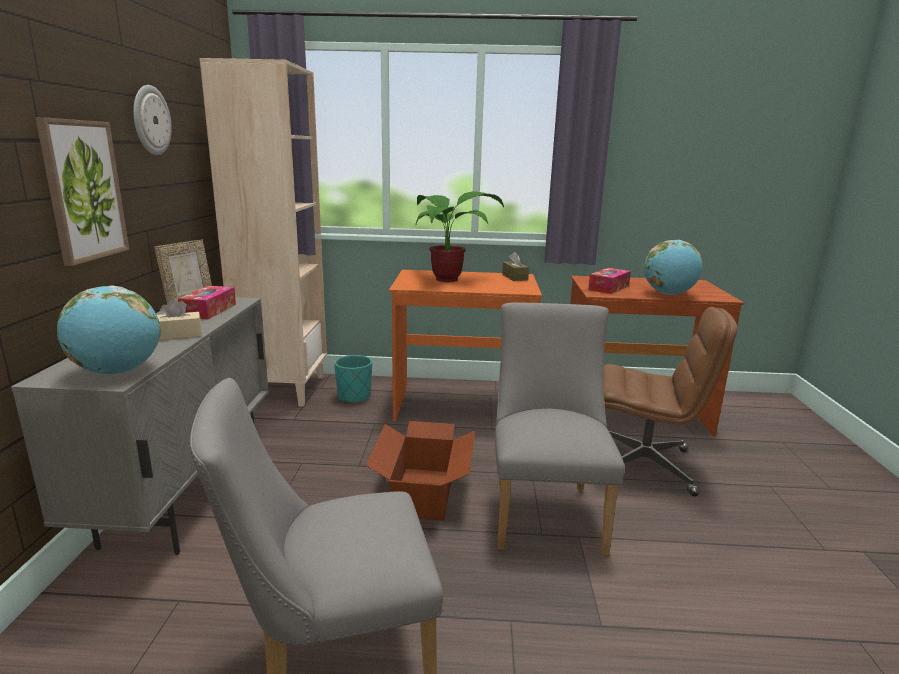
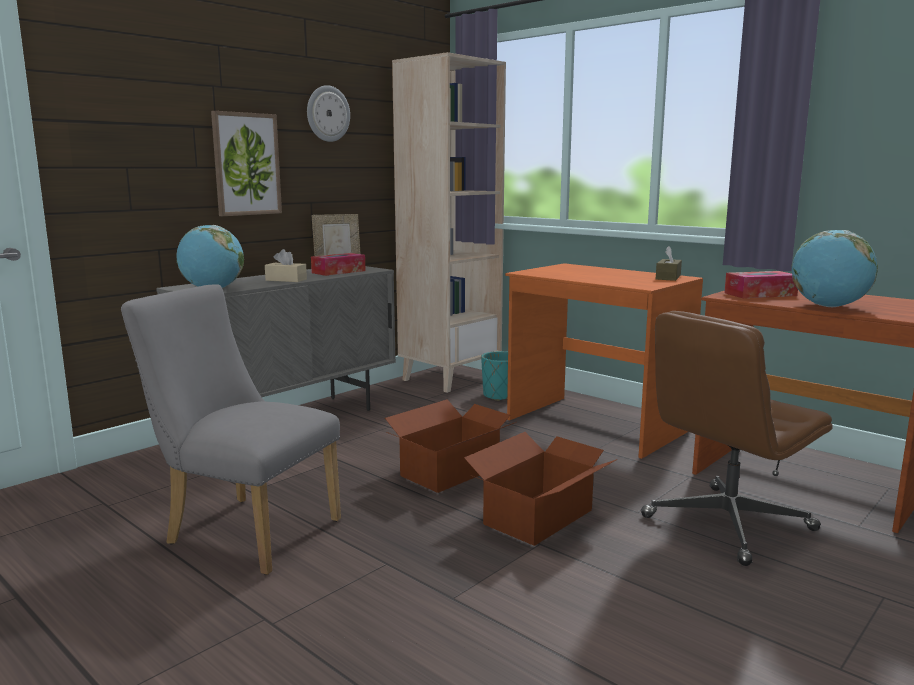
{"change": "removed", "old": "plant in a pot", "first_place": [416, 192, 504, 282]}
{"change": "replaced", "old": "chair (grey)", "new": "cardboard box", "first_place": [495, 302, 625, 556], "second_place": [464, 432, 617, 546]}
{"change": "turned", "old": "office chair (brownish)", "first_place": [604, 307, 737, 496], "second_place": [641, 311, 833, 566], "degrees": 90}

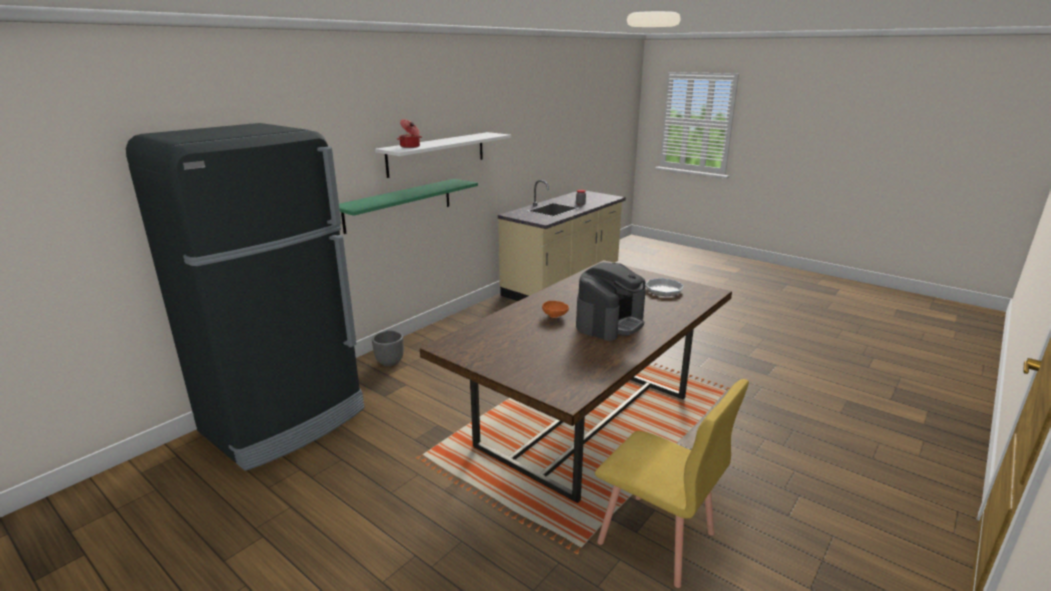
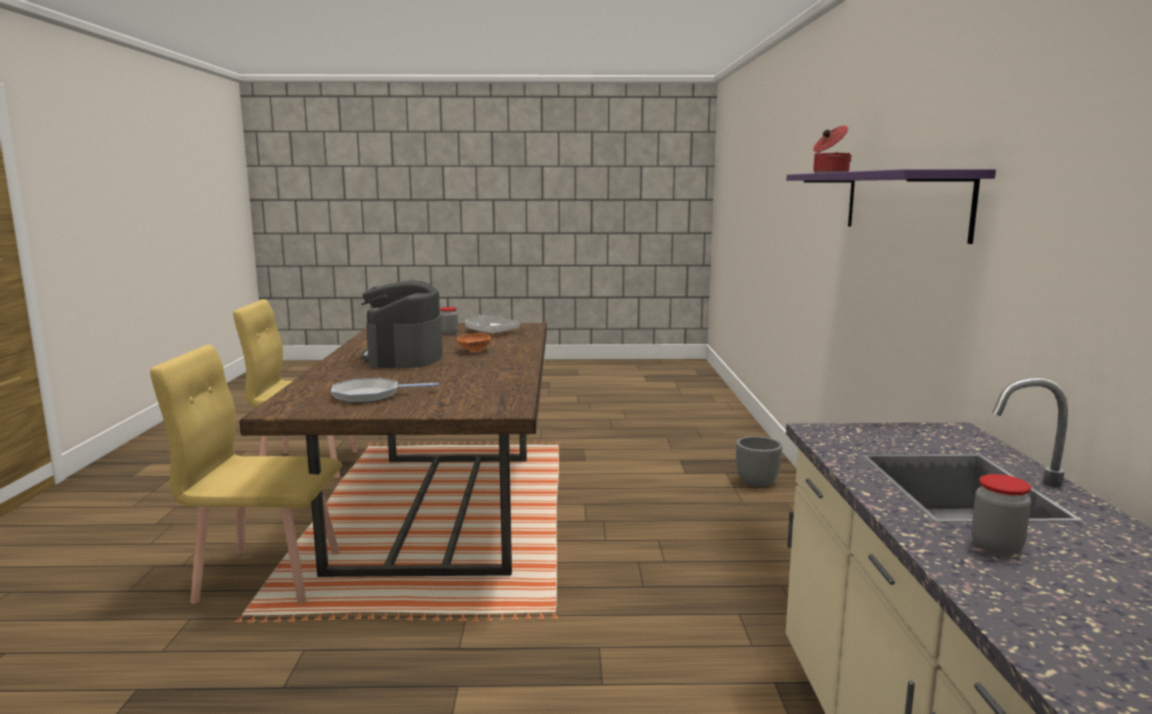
{"change": "removed", "old": "fridge (black-coloured)", "first_place": [126, 123, 365, 471]}
{"change": "removed", "old": "bracket shelf (green-coloured)", "first_place": [339, 179, 478, 234]}
{"change": "added", "new": "chair (yellowish)", "second_place": [150, 345, 342, 604]}
{"change": "added", "new": "preserve jar", "second_place": [440, 307, 458, 335]}
{"change": "added", "new": "carrying tray (grey)", "second_place": [465, 315, 519, 333]}
{"change": "recoloured", "old": "bracket shelf (whitish)", "new": "bracket shelf (purple-coloured)", "first_place": [375, 132, 511, 178], "second_place": [786, 169, 996, 244]}

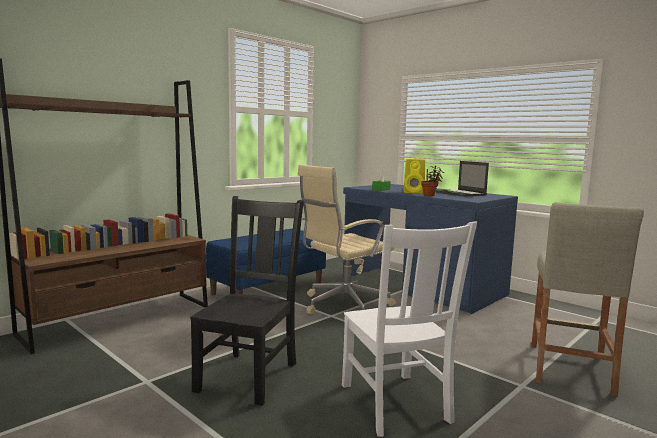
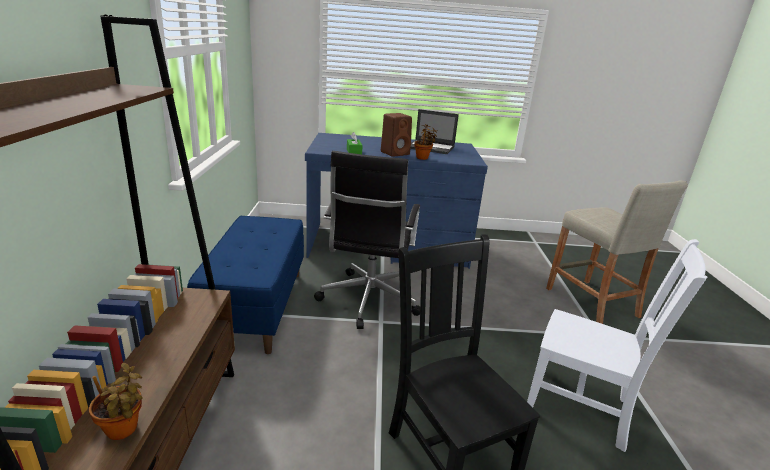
{"change": "added", "new": "plant in a pot", "second_place": [89, 363, 143, 440]}
{"change": "recoloured", "old": "office chair (sand-coloured)", "new": "office chair (black-coloured)", "first_place": [298, 165, 396, 314], "second_place": [314, 151, 420, 329]}
{"change": "recoloured", "old": "speaker (yellowish)", "new": "speaker (brownish)", "first_place": [404, 158, 425, 194], "second_place": [381, 113, 412, 157]}

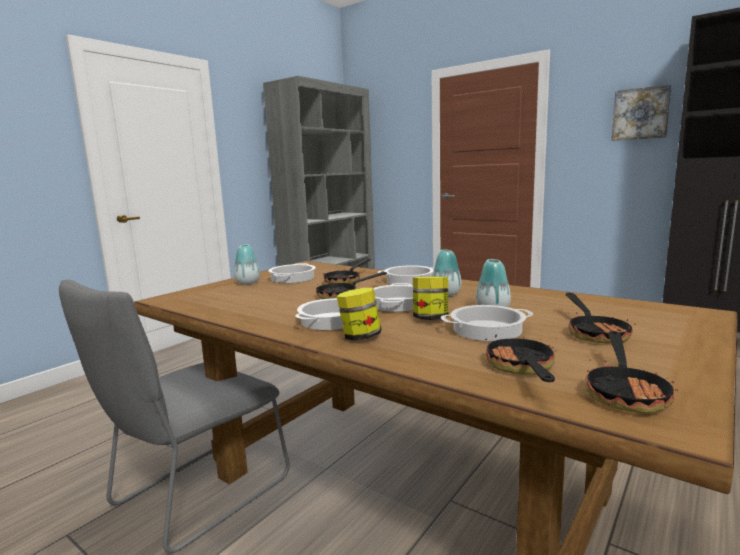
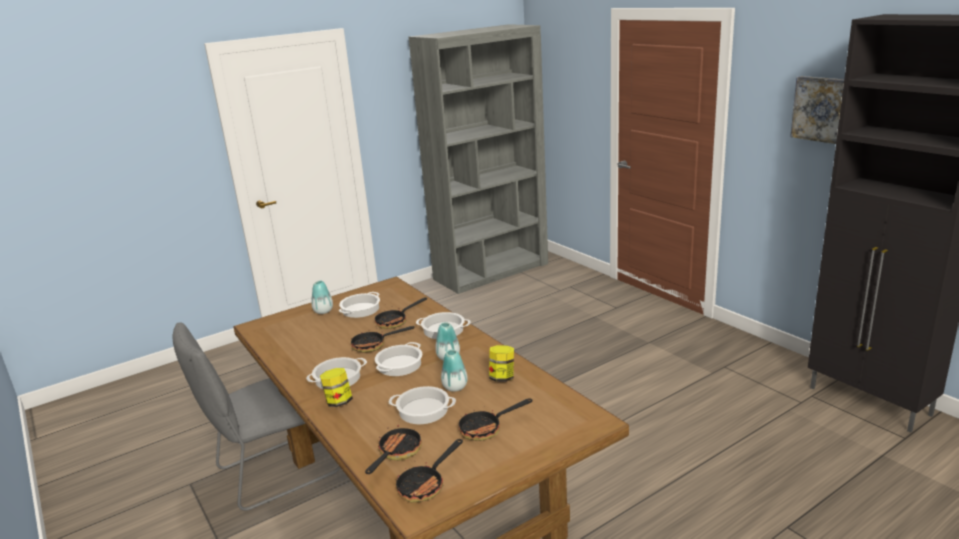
{"change": "moved", "old": "preserve jar", "first_place": [413, 277, 448, 320], "second_place": [489, 345, 514, 382]}
{"change": "turned", "old": "frying pan", "first_place": [566, 293, 636, 344], "second_place": [459, 398, 532, 441], "degrees": 45}

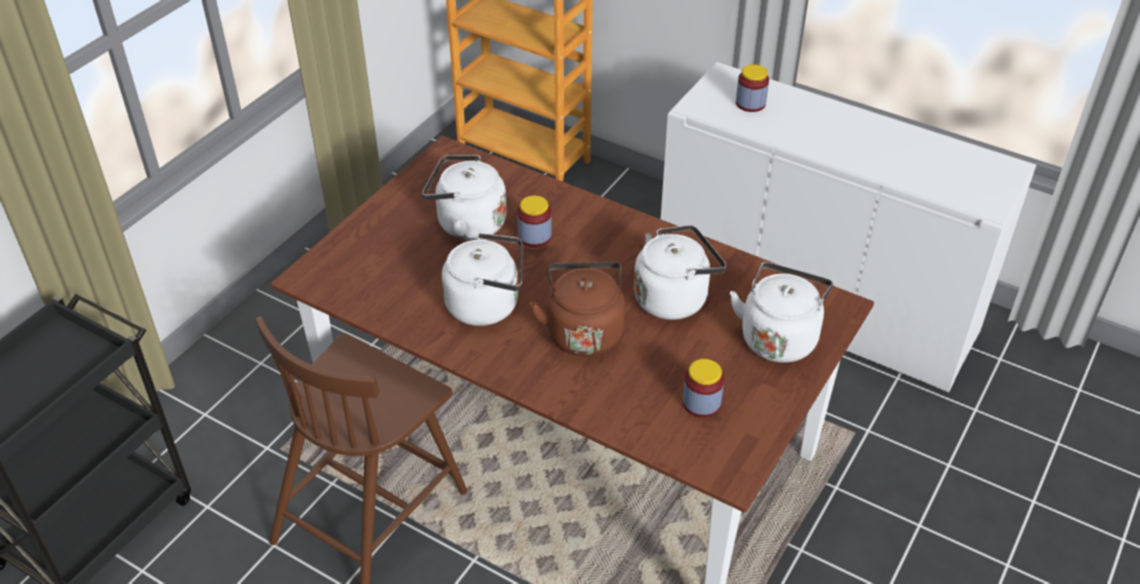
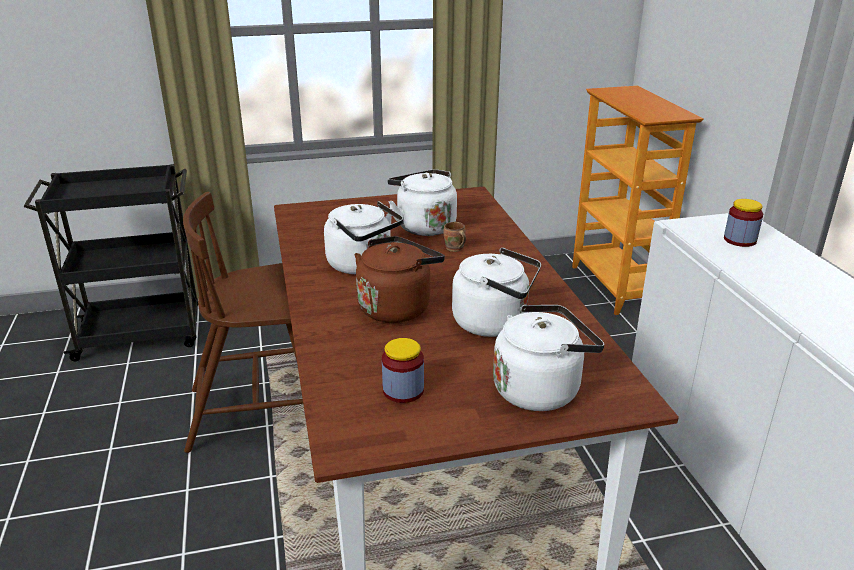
{"change": "replaced", "old": "preserve jar", "new": "coffee mug (brownish)", "first_place": [517, 195, 552, 247], "second_place": [444, 222, 466, 252]}

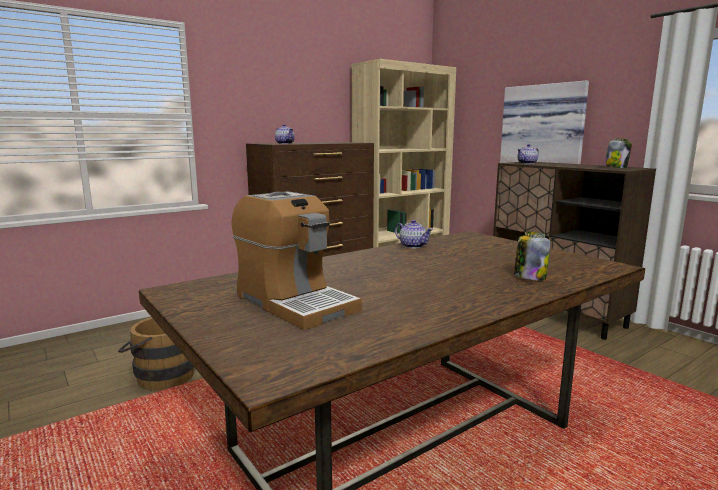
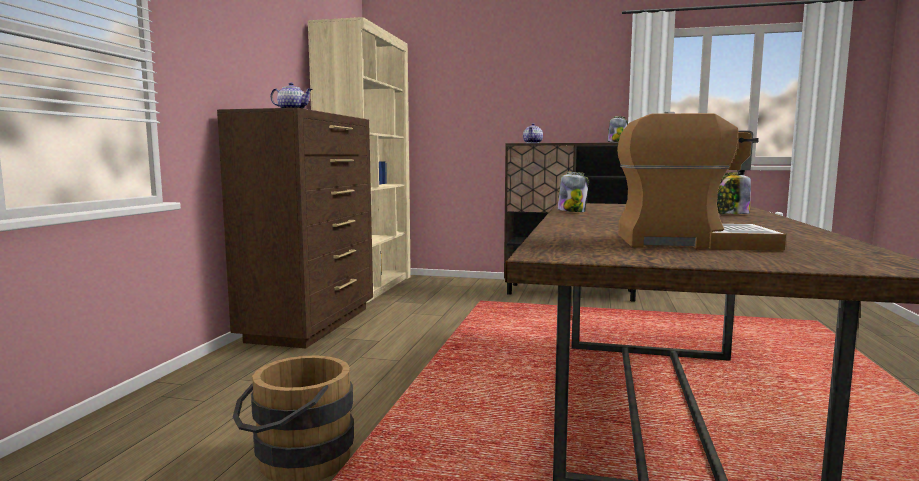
{"change": "removed", "old": "wall art", "first_place": [500, 80, 589, 164]}
{"change": "replaced", "old": "teapot", "new": "preserve jar", "first_place": [395, 220, 433, 248], "second_place": [557, 171, 589, 212]}

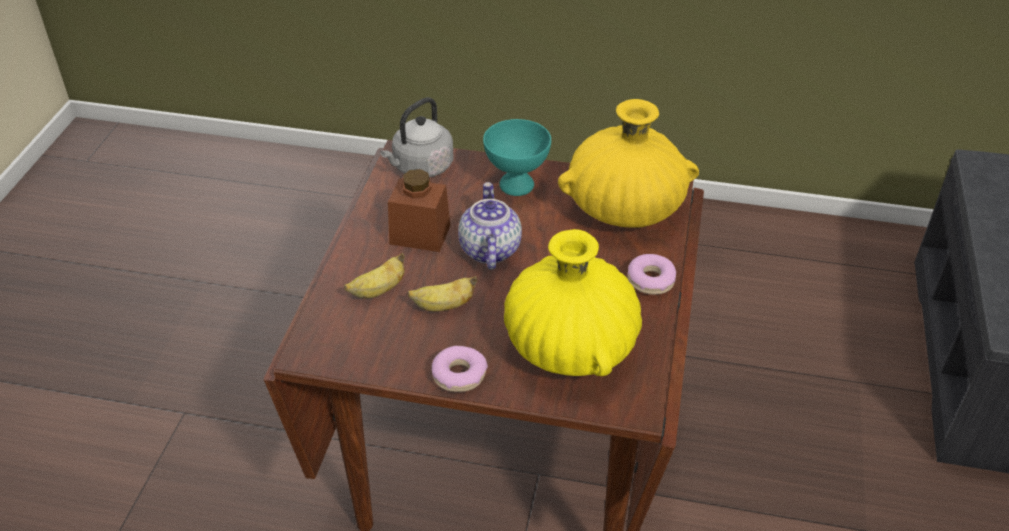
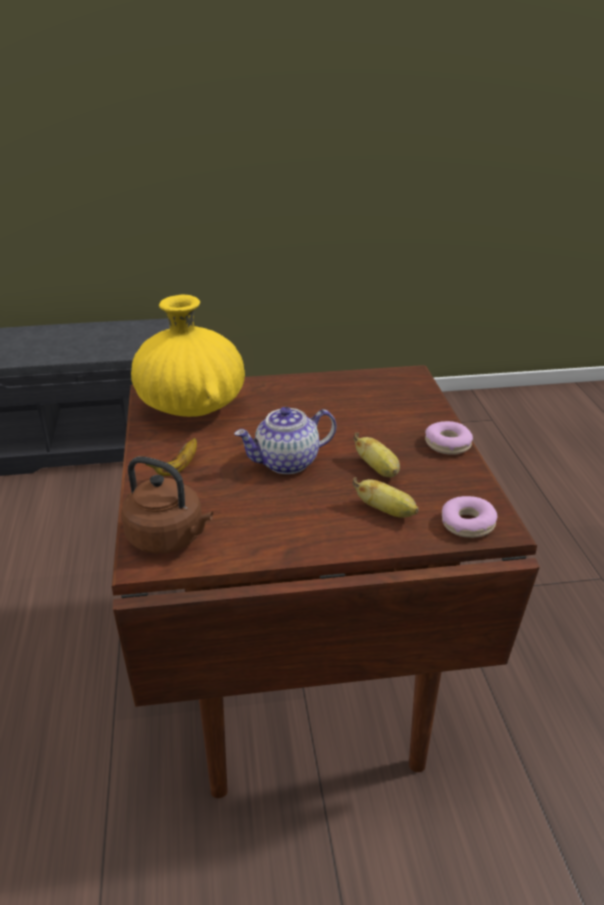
{"change": "removed", "old": "preserve jar (brownish)", "first_place": [388, 169, 450, 252]}
{"change": "removed", "old": "vase (yellowish)", "first_place": [504, 229, 642, 376]}
{"change": "moved", "old": "ring doughnut", "first_place": [627, 254, 676, 295], "second_place": [442, 496, 497, 538]}
{"change": "replaced", "old": "deep dish (turquoise)", "new": "whole banana", "first_place": [483, 119, 551, 196], "second_place": [145, 438, 197, 476]}
{"change": "recoloured", "old": "water kettle (grey)", "new": "water kettle (brownish)", "first_place": [380, 97, 453, 177], "second_place": [121, 456, 213, 553]}

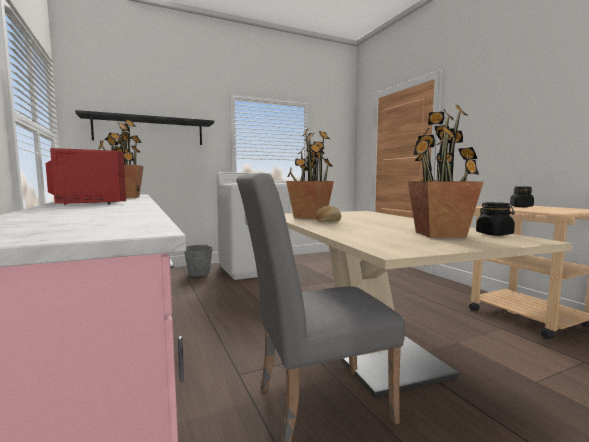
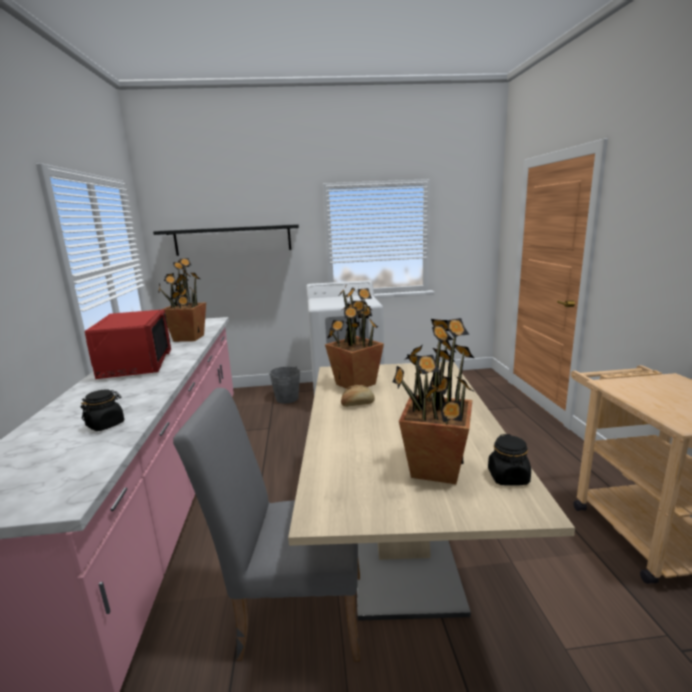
{"change": "moved", "old": "preserve jar (black-coloured)", "first_place": [510, 187, 534, 207], "second_place": [80, 390, 124, 431]}

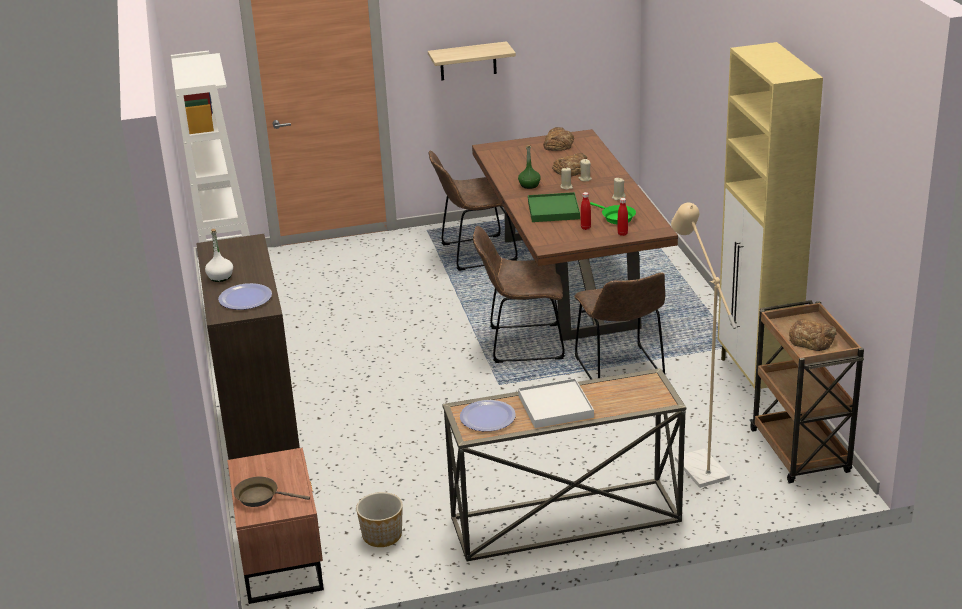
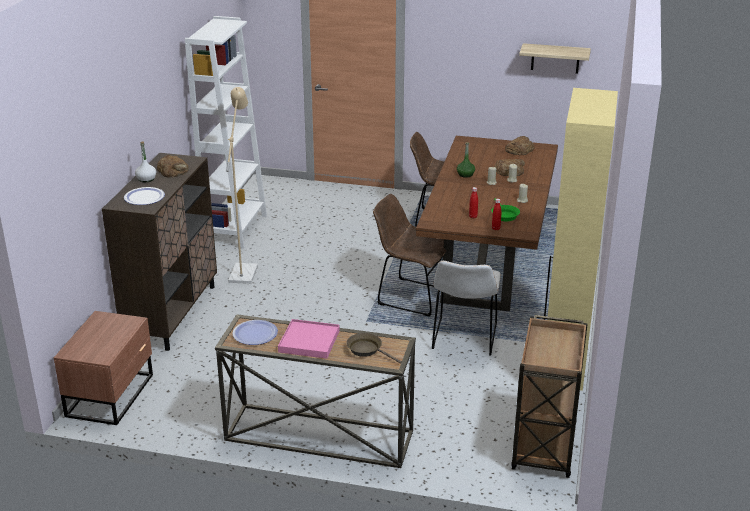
{"change": "removed", "old": "planter", "first_place": [356, 492, 403, 547]}
{"change": "removed", "old": "carrying tray (green-coloured)", "first_place": [528, 192, 580, 222]}
{"change": "moved", "old": "frying pan (brownish)", "first_place": [234, 477, 310, 507], "second_place": [346, 333, 402, 363]}
{"change": "moved", "old": "bracket shelf", "first_place": [428, 41, 516, 80], "second_place": [519, 43, 591, 74]}
{"change": "moved", "old": "standard lamp (sand-coloured)", "first_place": [671, 203, 737, 488], "second_place": [226, 87, 258, 284]}
{"change": "moved", "old": "bakery bread", "first_place": [789, 320, 837, 351], "second_place": [157, 155, 189, 178]}
{"change": "recoloured", "old": "carrying tray (whitish)", "new": "carrying tray (pink-coloured)", "first_place": [518, 378, 594, 428], "second_place": [278, 319, 340, 359]}
{"change": "recoloured", "old": "chair (brownish)", "new": "chair (whitish)", "first_place": [575, 272, 665, 380], "second_place": [432, 261, 501, 355]}

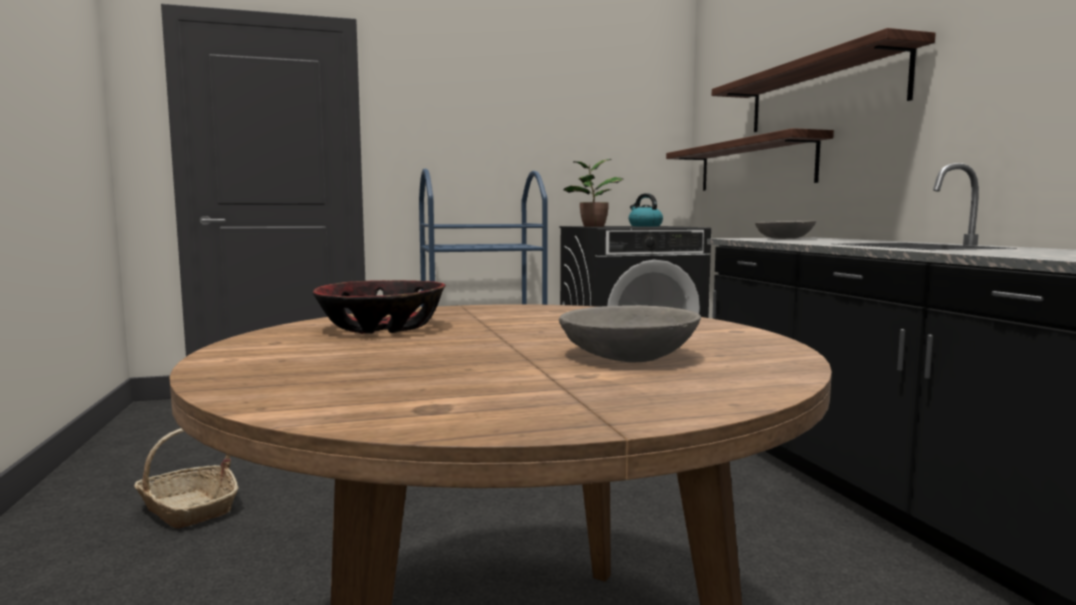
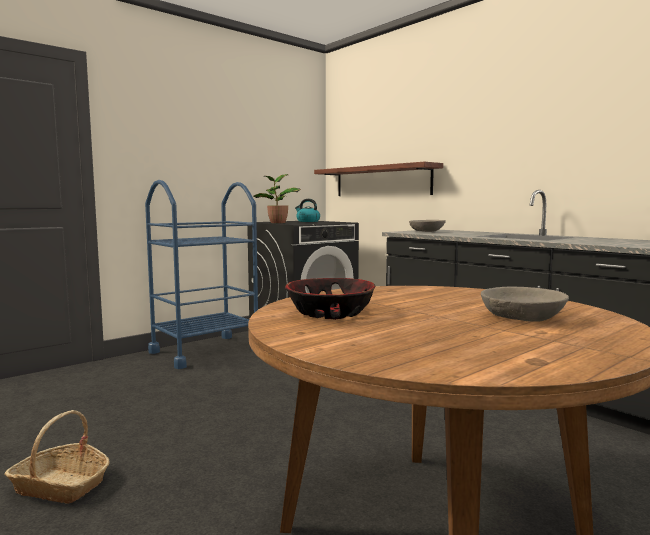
{"change": "removed", "old": "bracket shelf", "first_place": [712, 28, 936, 132]}

